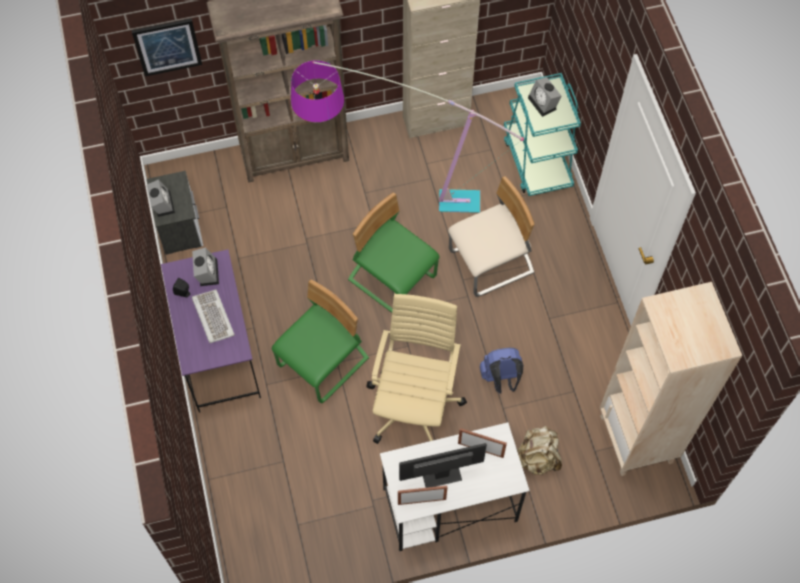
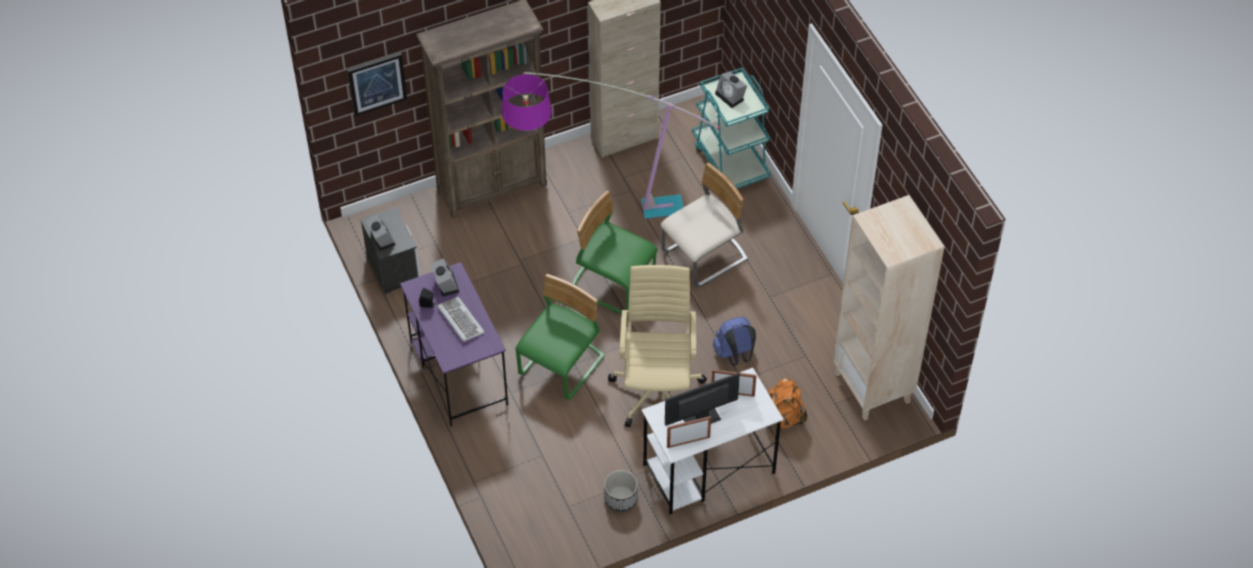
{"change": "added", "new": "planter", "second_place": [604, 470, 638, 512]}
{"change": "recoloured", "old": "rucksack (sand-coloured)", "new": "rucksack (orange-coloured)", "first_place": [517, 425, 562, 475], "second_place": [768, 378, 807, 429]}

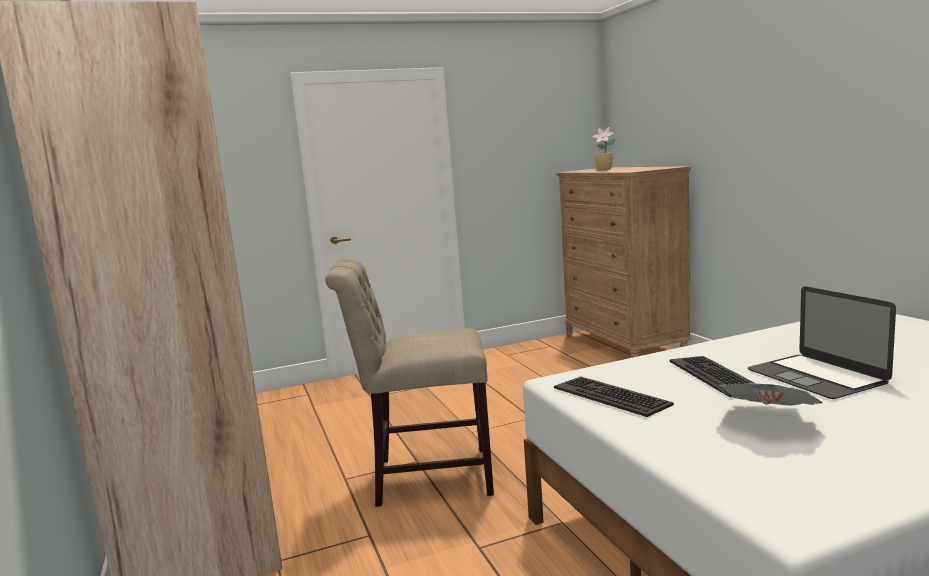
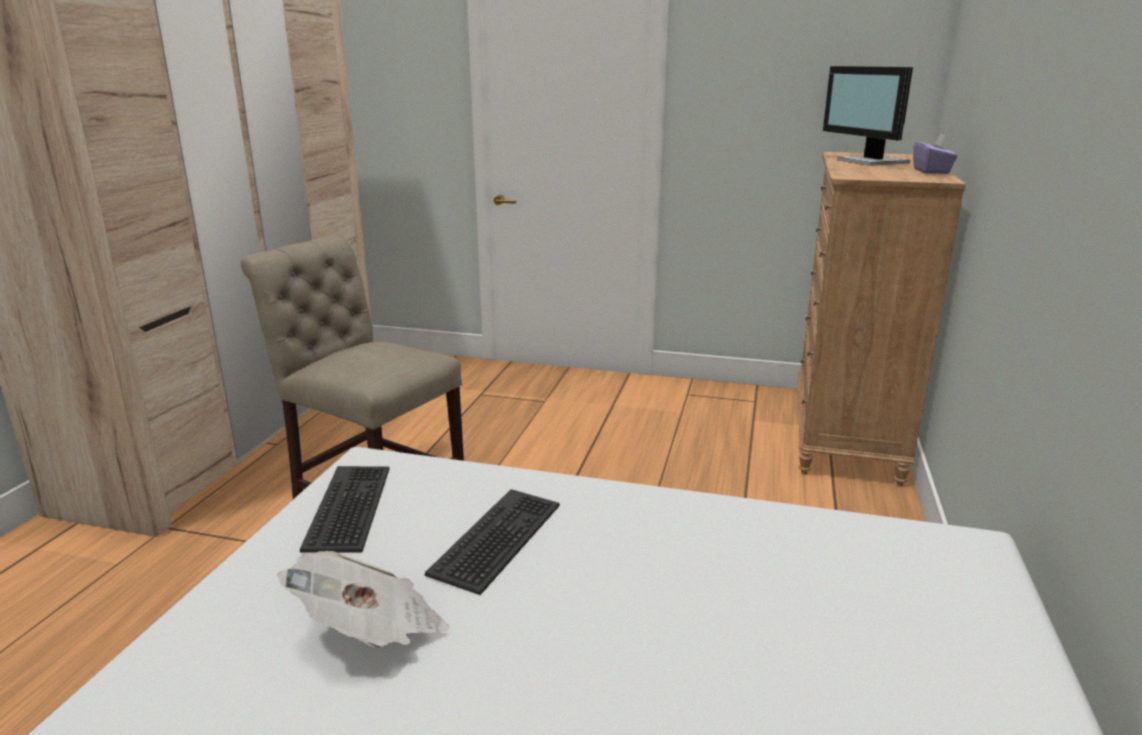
{"change": "removed", "old": "notebook computer", "first_place": [748, 286, 896, 399]}
{"change": "added", "new": "box of tissues (purple-coloured)", "second_place": [913, 134, 958, 174]}
{"change": "replaced", "old": "plant in a pot", "new": "monitor", "first_place": [592, 127, 615, 170], "second_place": [823, 66, 913, 166]}

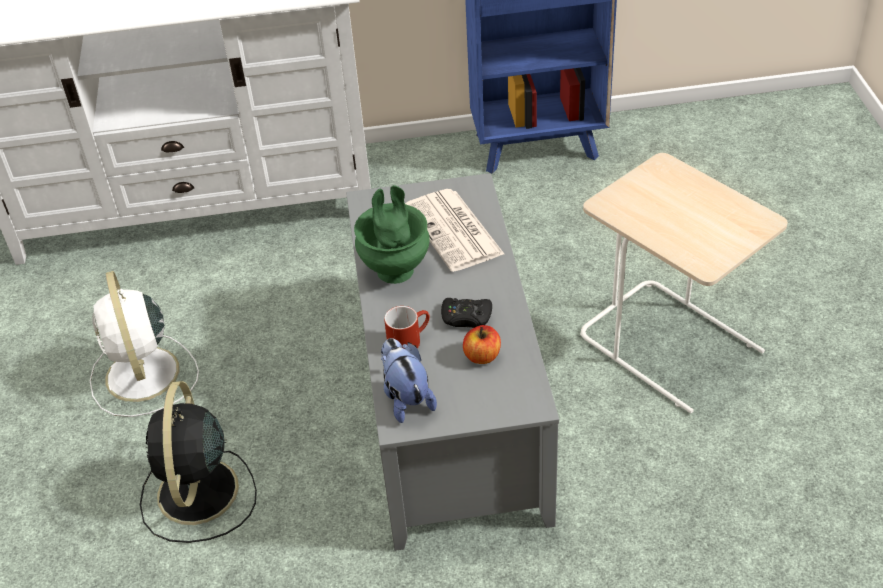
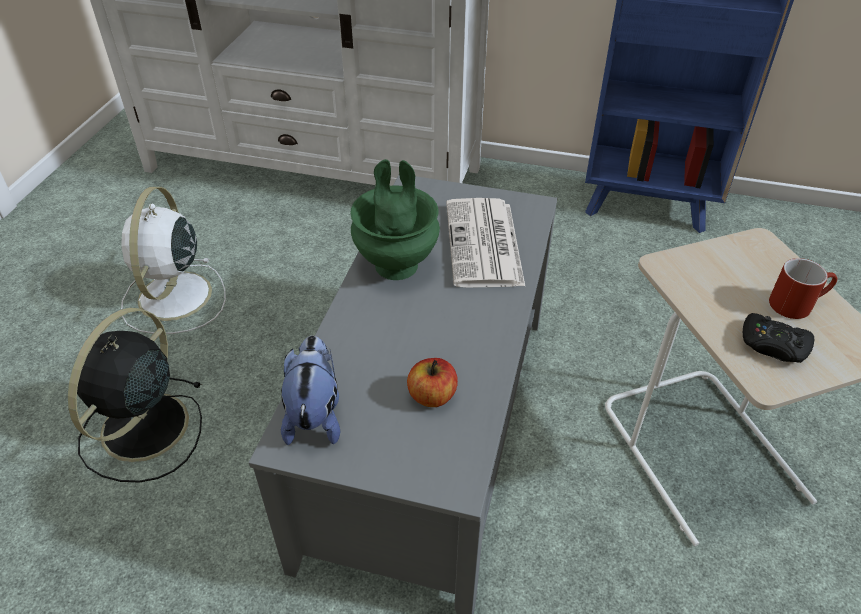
{"change": "moved", "old": "coffee mug (reddish)", "first_place": [384, 306, 430, 349], "second_place": [769, 258, 837, 319]}
{"change": "moved", "old": "game controller (black-coloured)", "first_place": [441, 298, 492, 328], "second_place": [743, 313, 814, 363]}

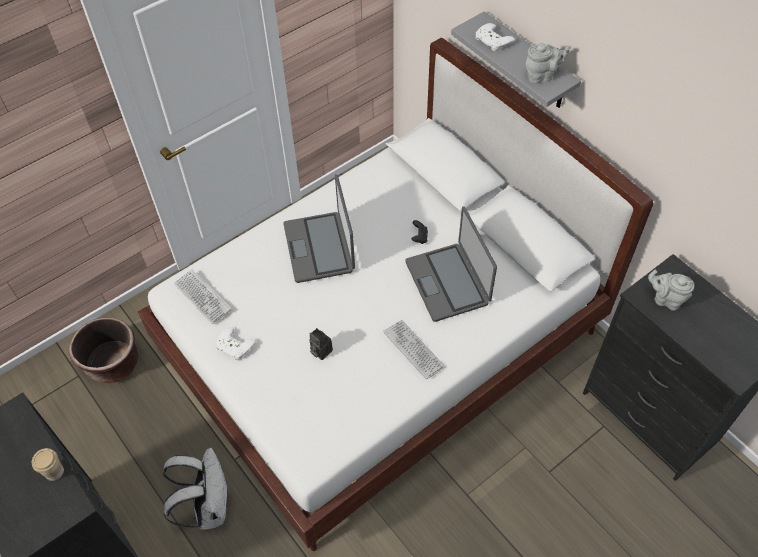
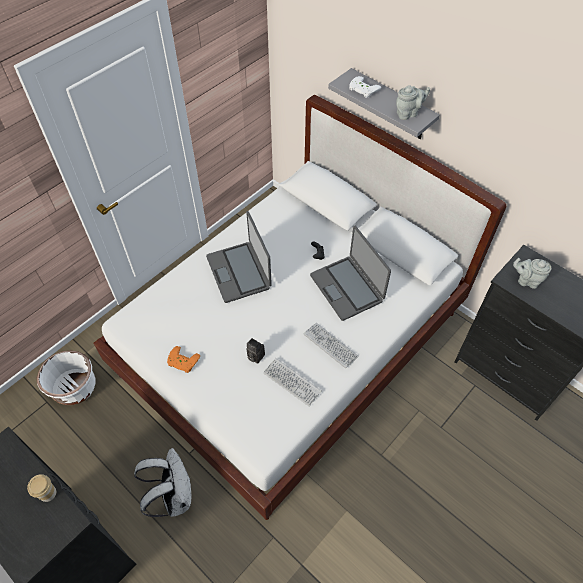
{"change": "moved", "old": "PC keyboard", "first_place": [174, 269, 231, 324], "second_place": [263, 358, 322, 406]}
{"change": "recoloured", "old": "planter (brownish)", "new": "planter (whitish)", "first_place": [69, 318, 138, 383], "second_place": [37, 351, 96, 405]}
{"change": "recoloured", "old": "game controller (whitish)", "new": "game controller (orange-coloured)", "first_place": [215, 327, 256, 360], "second_place": [167, 346, 200, 373]}

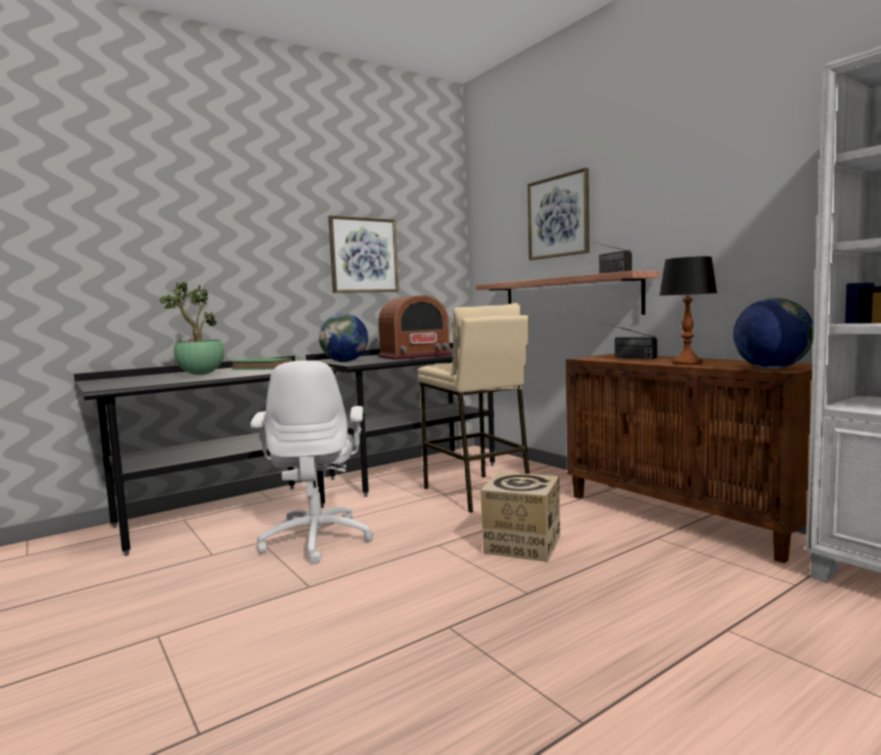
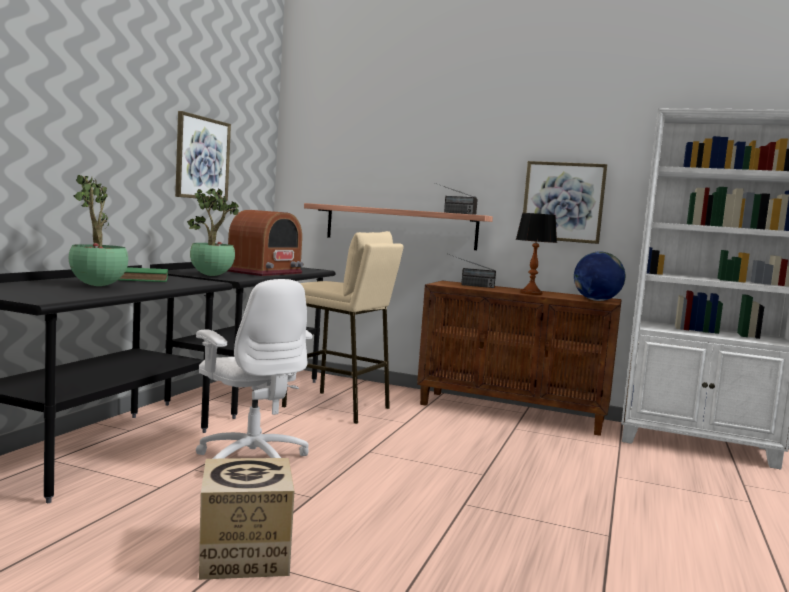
{"change": "moved", "old": "cardboard box", "first_place": [480, 472, 560, 562], "second_place": [199, 458, 294, 580]}
{"change": "moved", "old": "wall art", "first_place": [527, 168, 589, 260], "second_place": [523, 161, 607, 244]}
{"change": "replaced", "old": "desk globe", "new": "plant in a pot", "first_place": [319, 313, 368, 362], "second_place": [187, 188, 239, 276]}

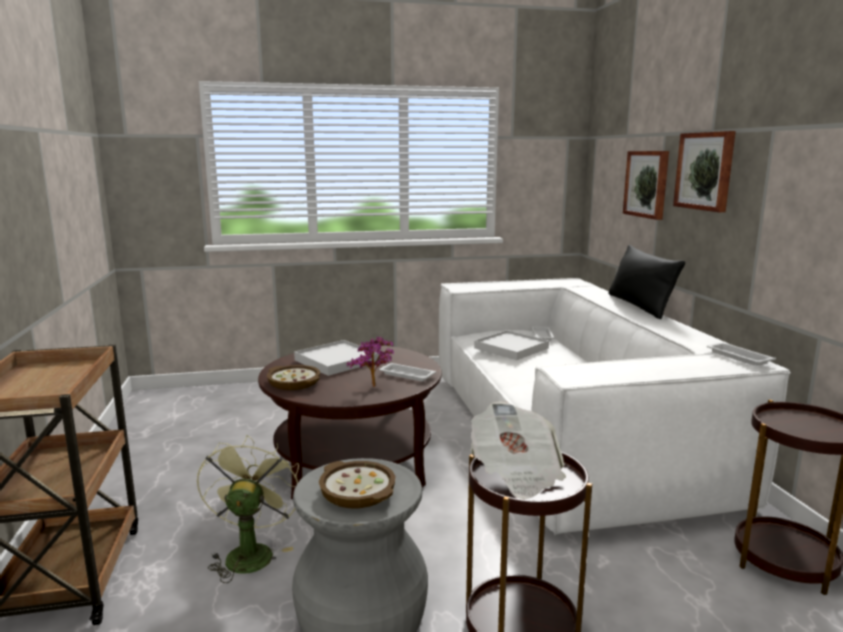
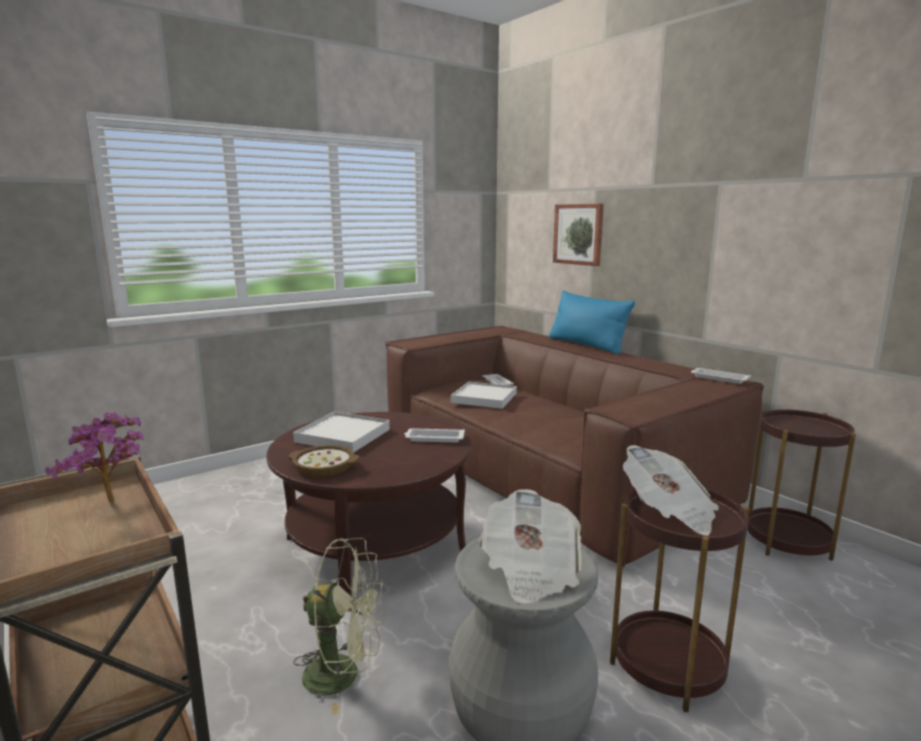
{"change": "removed", "old": "wall art", "first_place": [673, 131, 736, 212]}
{"change": "moved", "old": "plant in a pot", "first_place": [347, 337, 394, 387], "second_place": [45, 412, 144, 503]}
{"change": "replaced", "old": "deep dish", "new": "printed paper", "first_place": [319, 461, 395, 508], "second_place": [479, 489, 582, 604]}
{"change": "recoloured", "old": "couch (whitish)", "new": "couch (brownish)", "first_place": [439, 278, 791, 535], "second_place": [385, 326, 764, 567]}
{"change": "recoloured", "old": "pillow (black-coloured)", "new": "pillow (bluish)", "first_place": [608, 245, 685, 319], "second_place": [549, 291, 635, 355]}
{"change": "turned", "old": "cooling fan (green-coloured)", "first_place": [197, 435, 299, 583], "second_place": [293, 538, 385, 715], "degrees": 120}

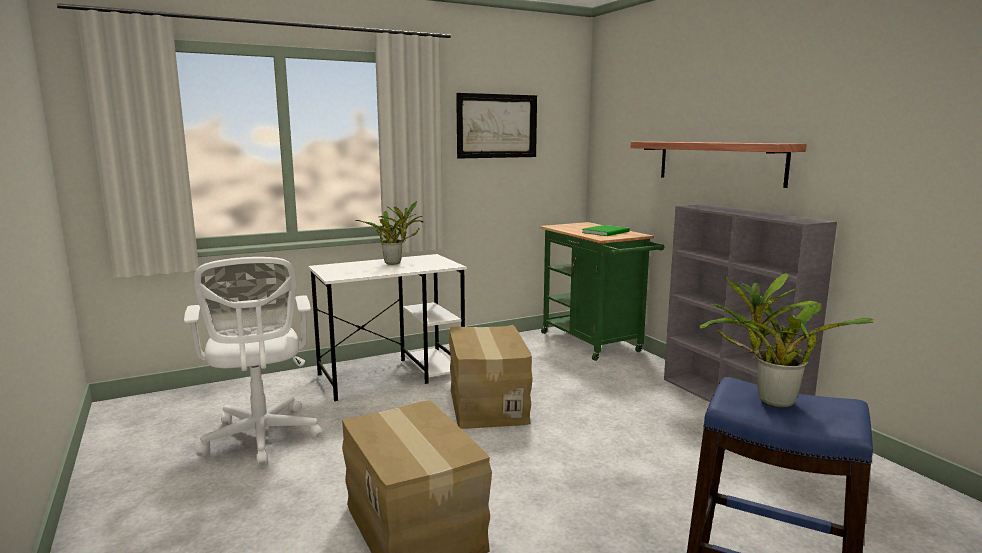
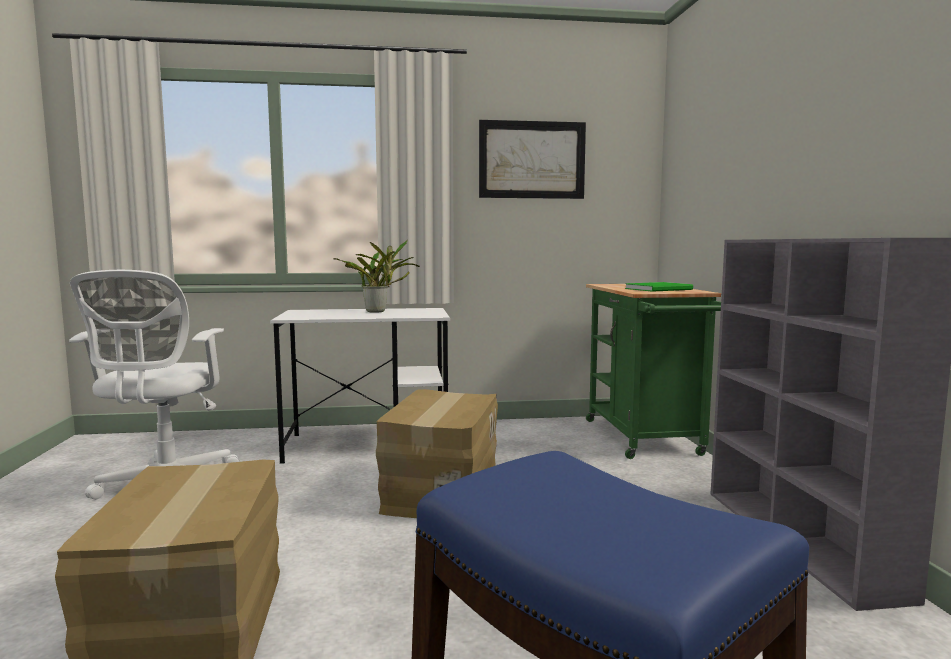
{"change": "removed", "old": "bracket shelf", "first_place": [631, 142, 807, 188]}
{"change": "removed", "old": "plant in a pot", "first_place": [699, 273, 875, 408]}

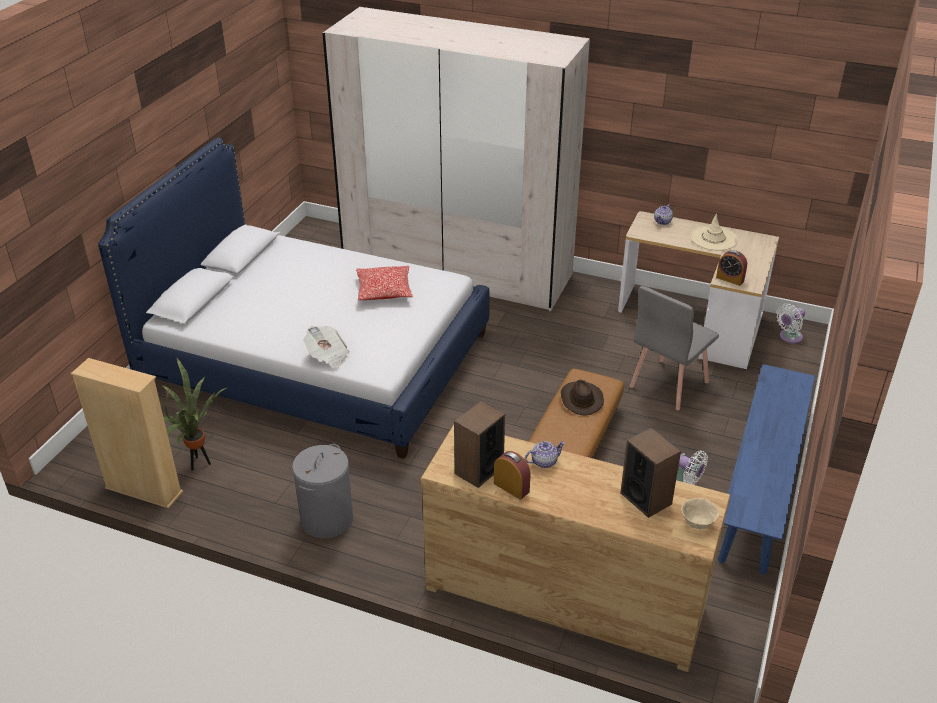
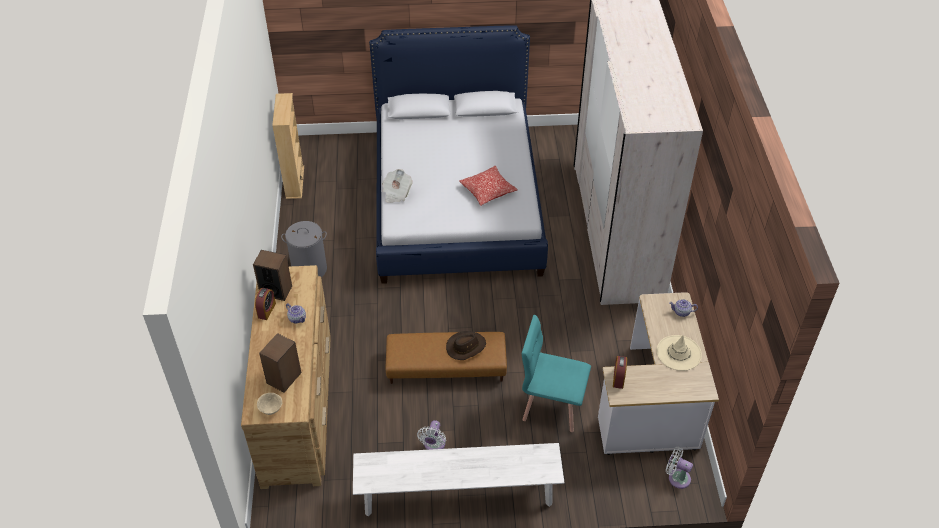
{"change": "removed", "old": "plant in a pot", "first_place": [162, 359, 226, 470]}
{"change": "recoloured", "old": "chair (grey)", "new": "chair (turquoise)", "first_place": [630, 286, 719, 410], "second_place": [522, 315, 591, 432]}
{"change": "recoloured", "old": "long seat (bluish)", "new": "long seat (whitish)", "first_place": [718, 364, 815, 575], "second_place": [353, 443, 565, 517]}

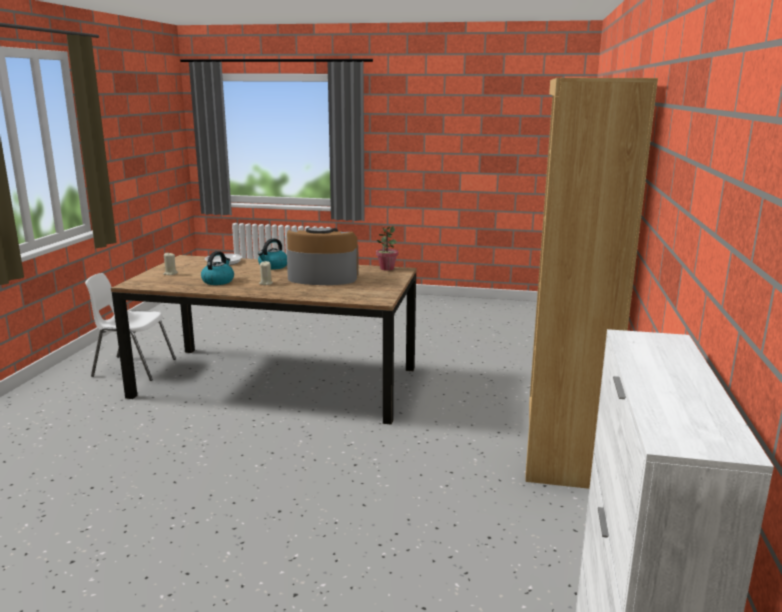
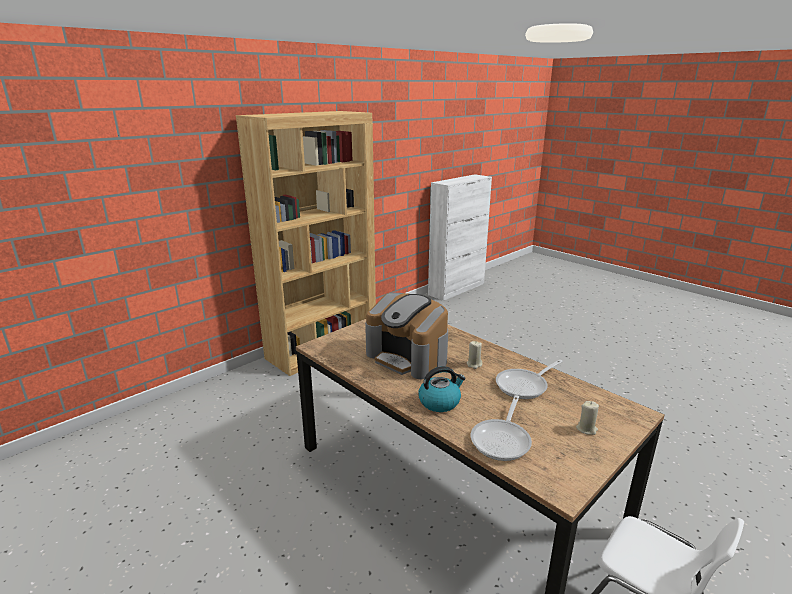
{"change": "removed", "old": "plant in a pot", "first_place": [376, 226, 398, 271]}
{"change": "replaced", "old": "water kettle", "new": "frying pan", "first_place": [201, 251, 234, 285], "second_place": [496, 360, 563, 399]}

